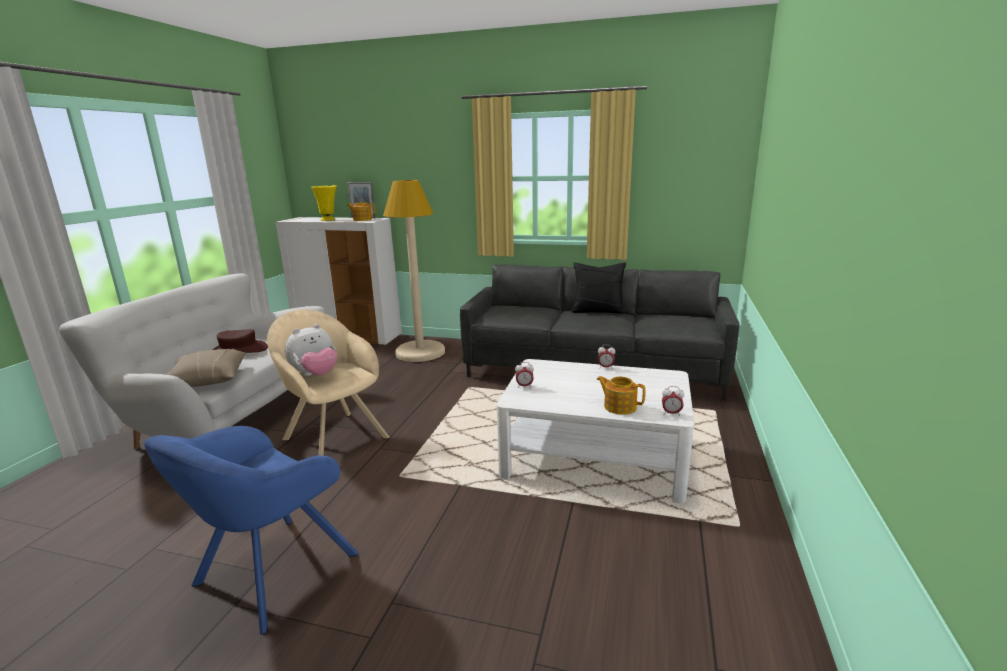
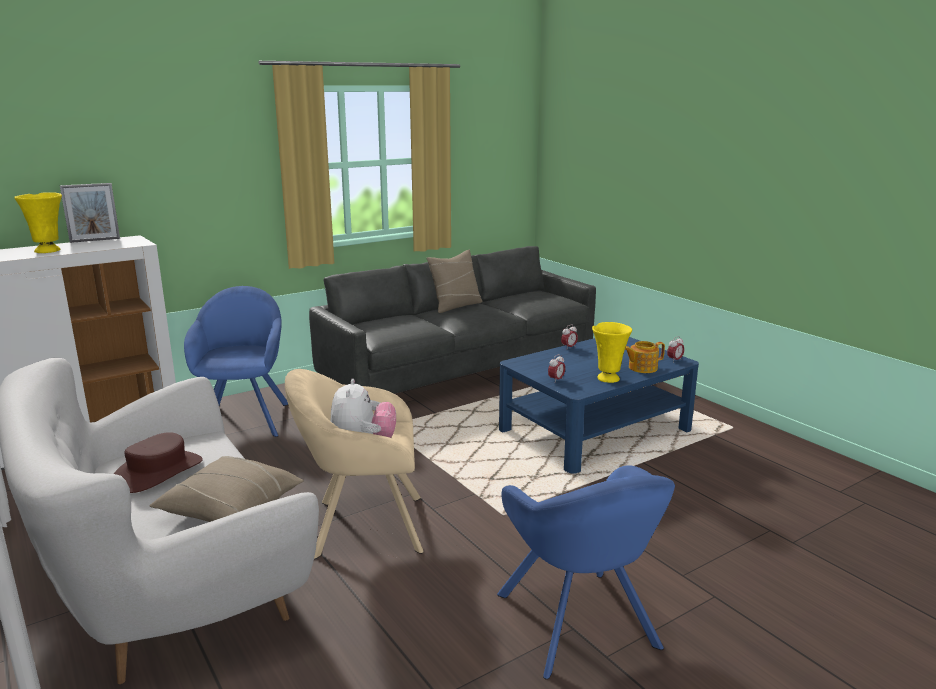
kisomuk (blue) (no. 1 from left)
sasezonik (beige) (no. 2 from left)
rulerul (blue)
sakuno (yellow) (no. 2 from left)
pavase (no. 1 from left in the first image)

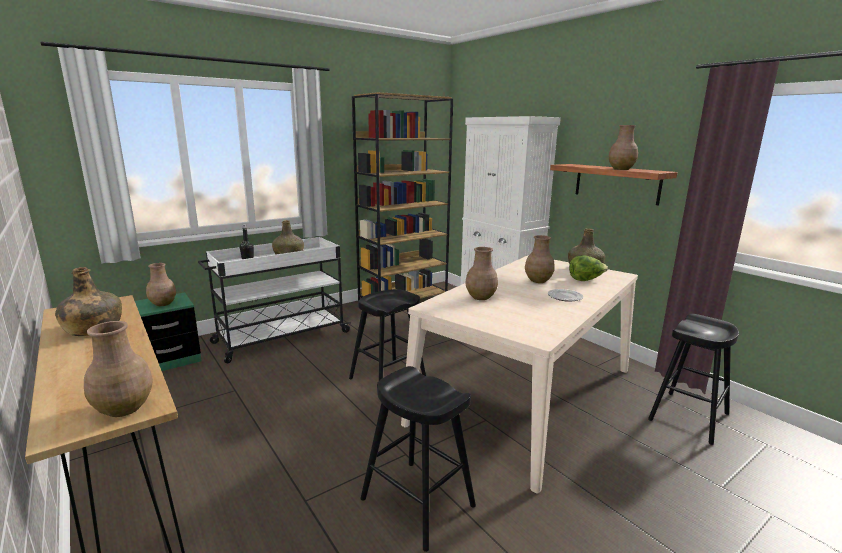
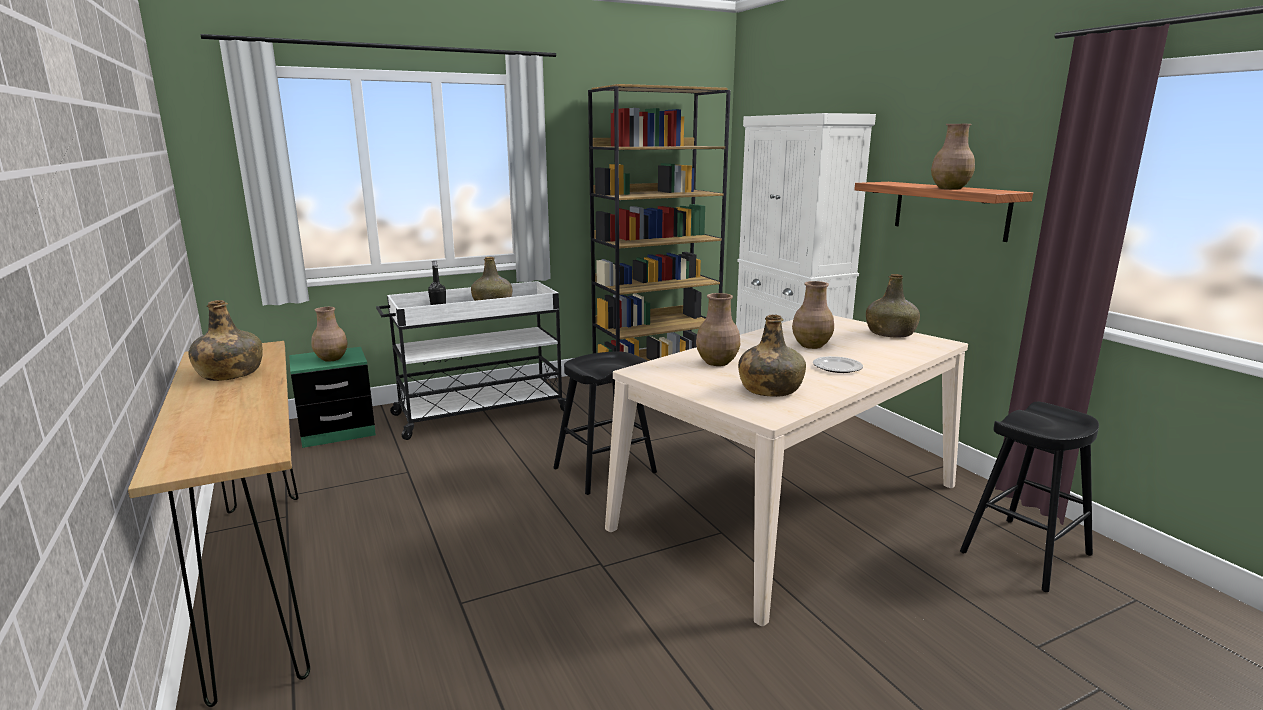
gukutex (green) (no. 3 from left)
sakuno (brown) (no. 1 from left in the first image)
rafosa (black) (no. 2 from left in the first image)
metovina

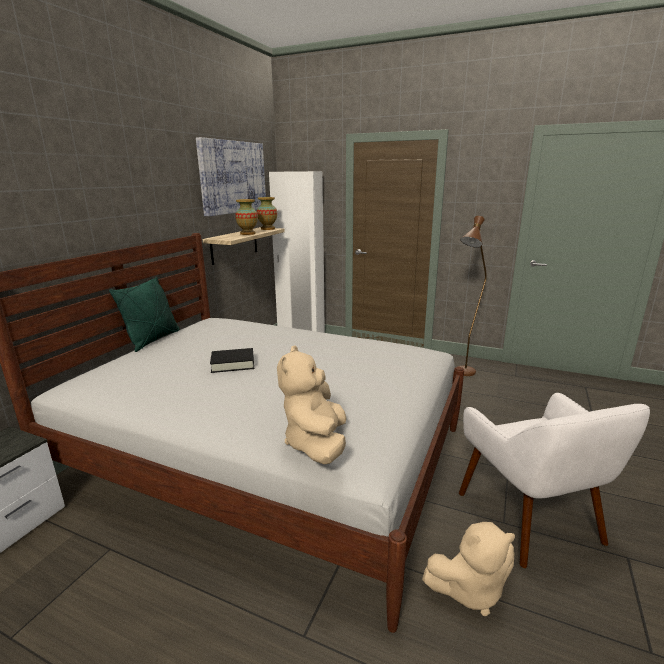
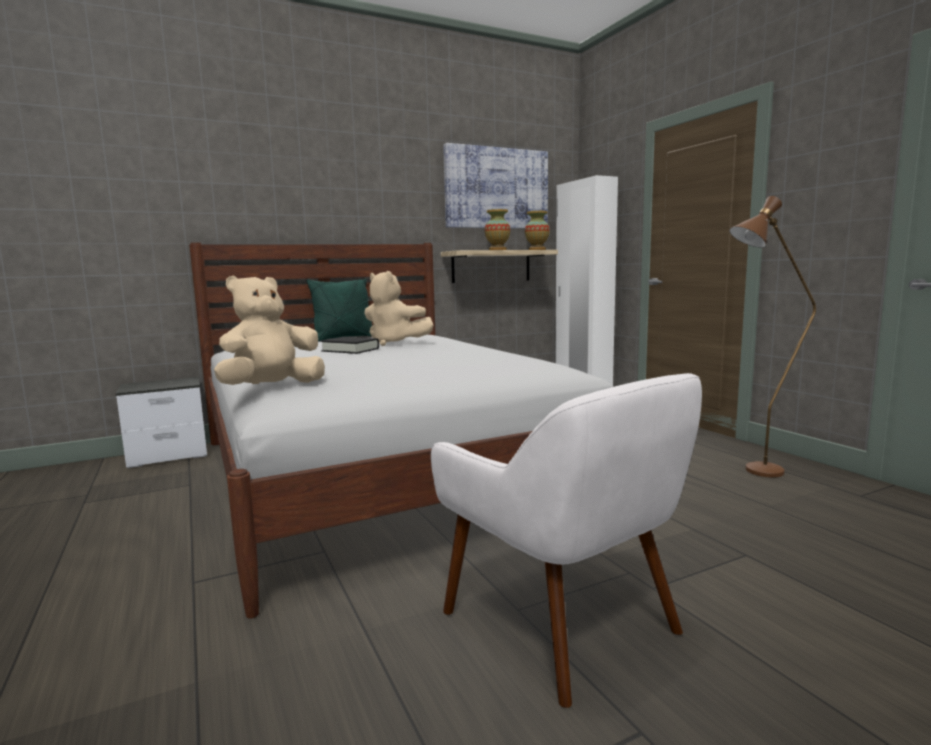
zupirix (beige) (no. 2 from left)
kisomuk (white)

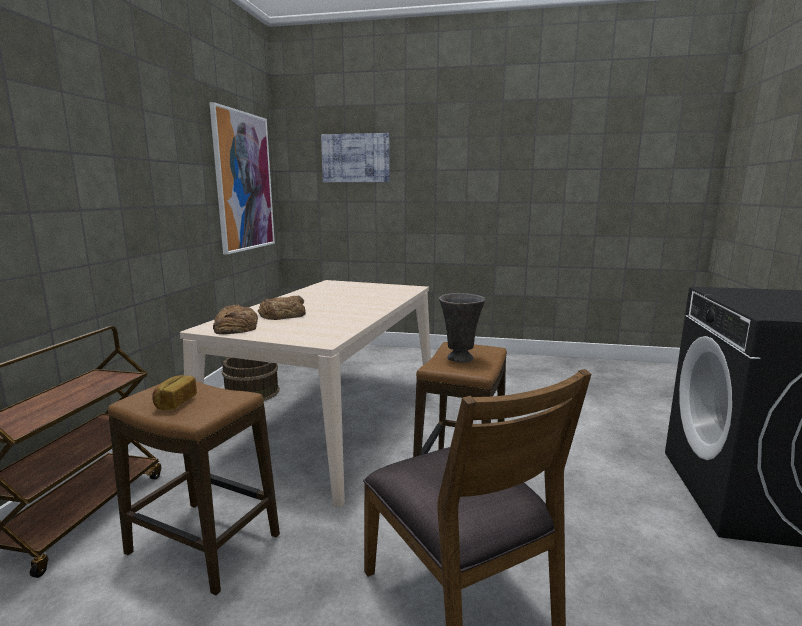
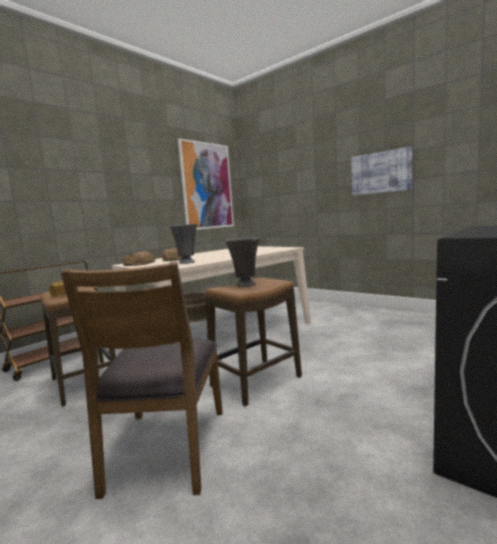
sakuno (grey) (no. 1 from left)
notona (no. 2 from left)

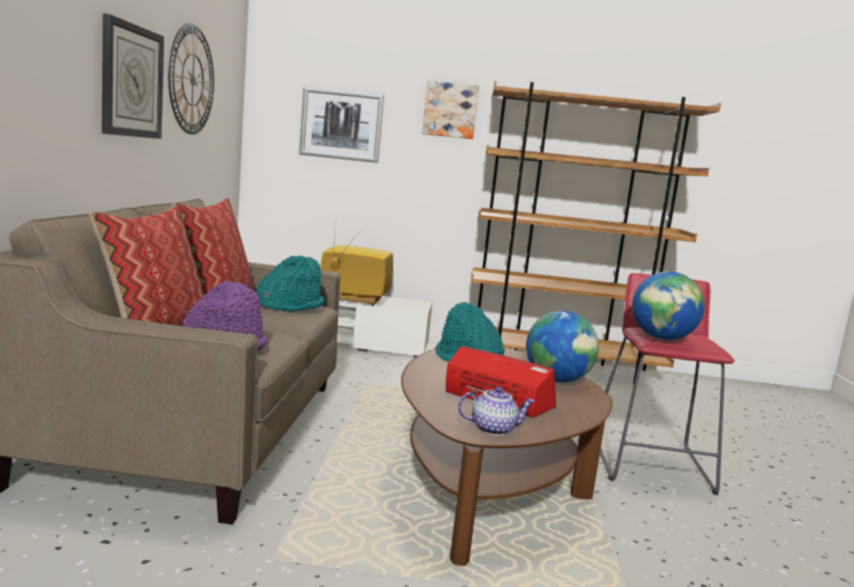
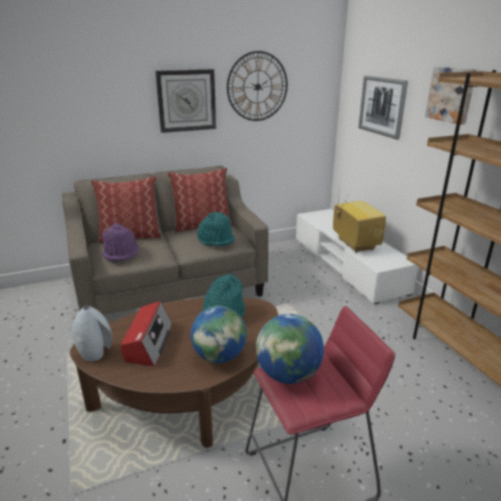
sakuno (grey)

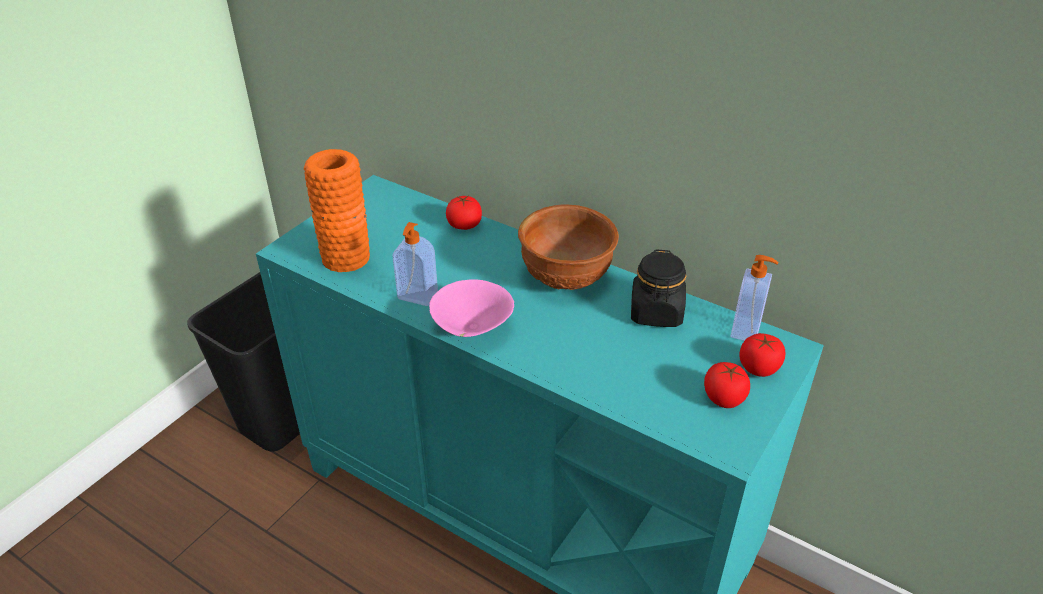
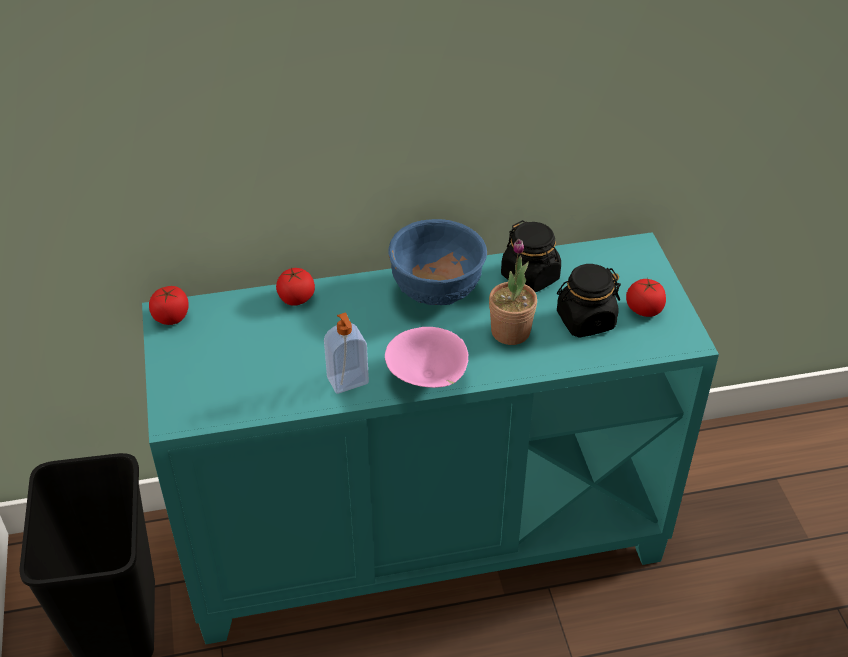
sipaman (no. 1 from left)
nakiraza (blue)
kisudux
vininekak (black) (no. 2 from left)
sakuno (orange)
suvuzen (no. 2 from left in the first image)

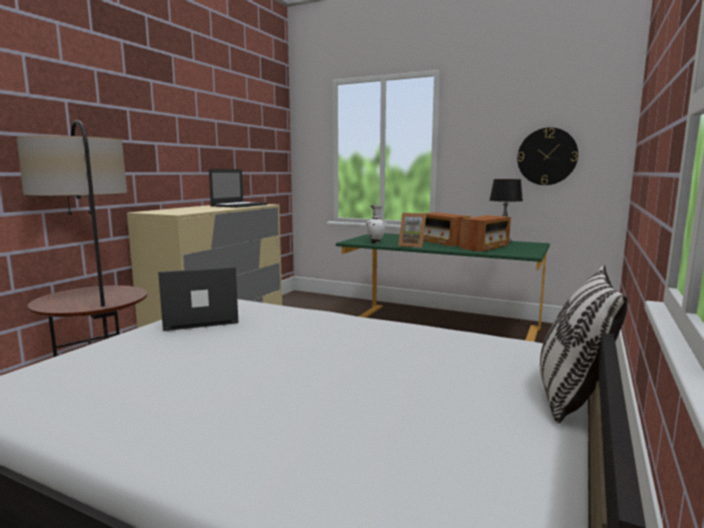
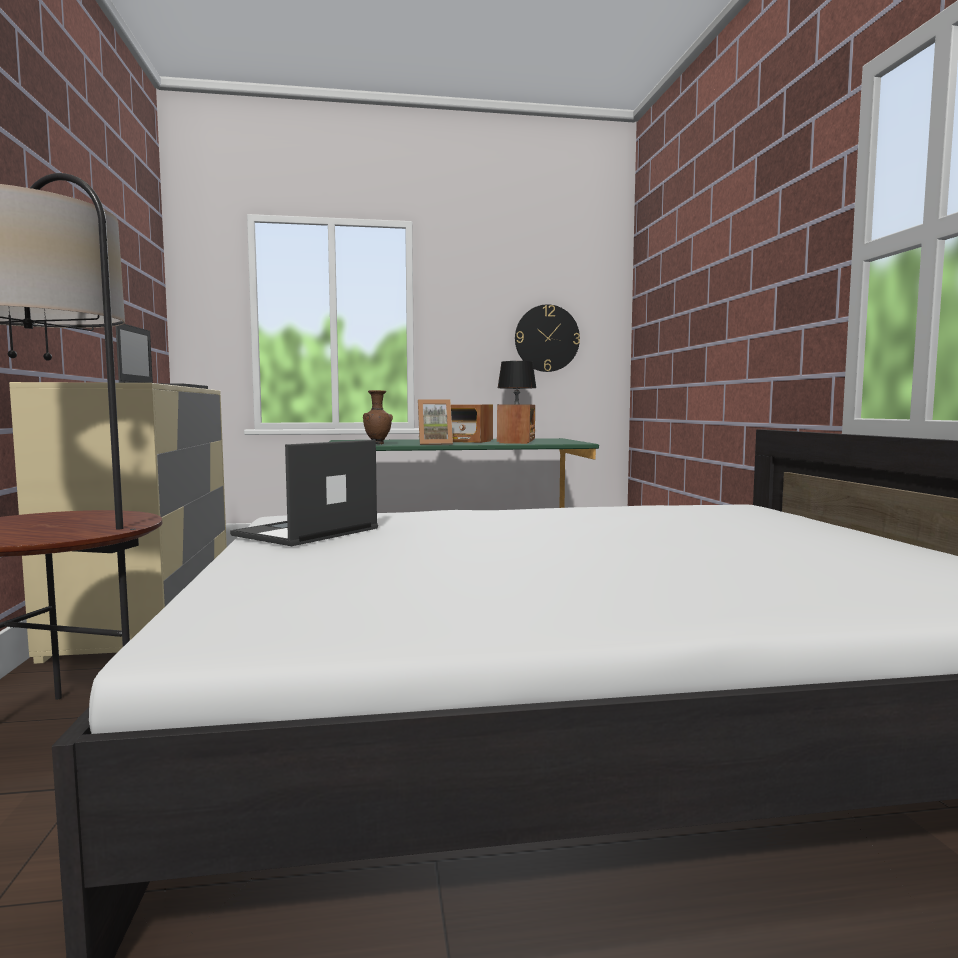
sakuno (brown)
sasezonik

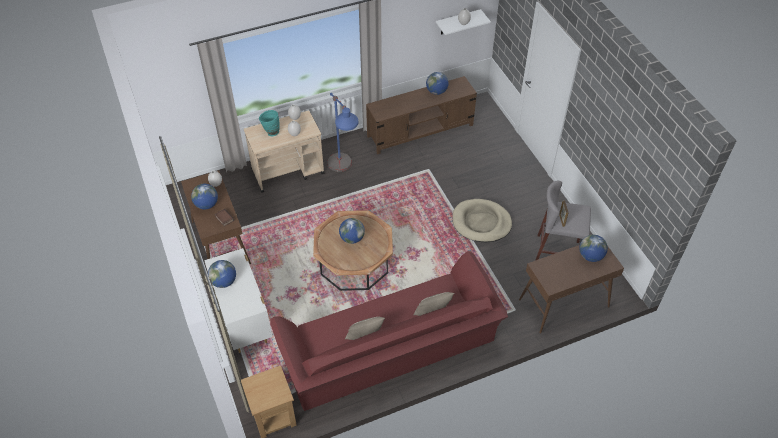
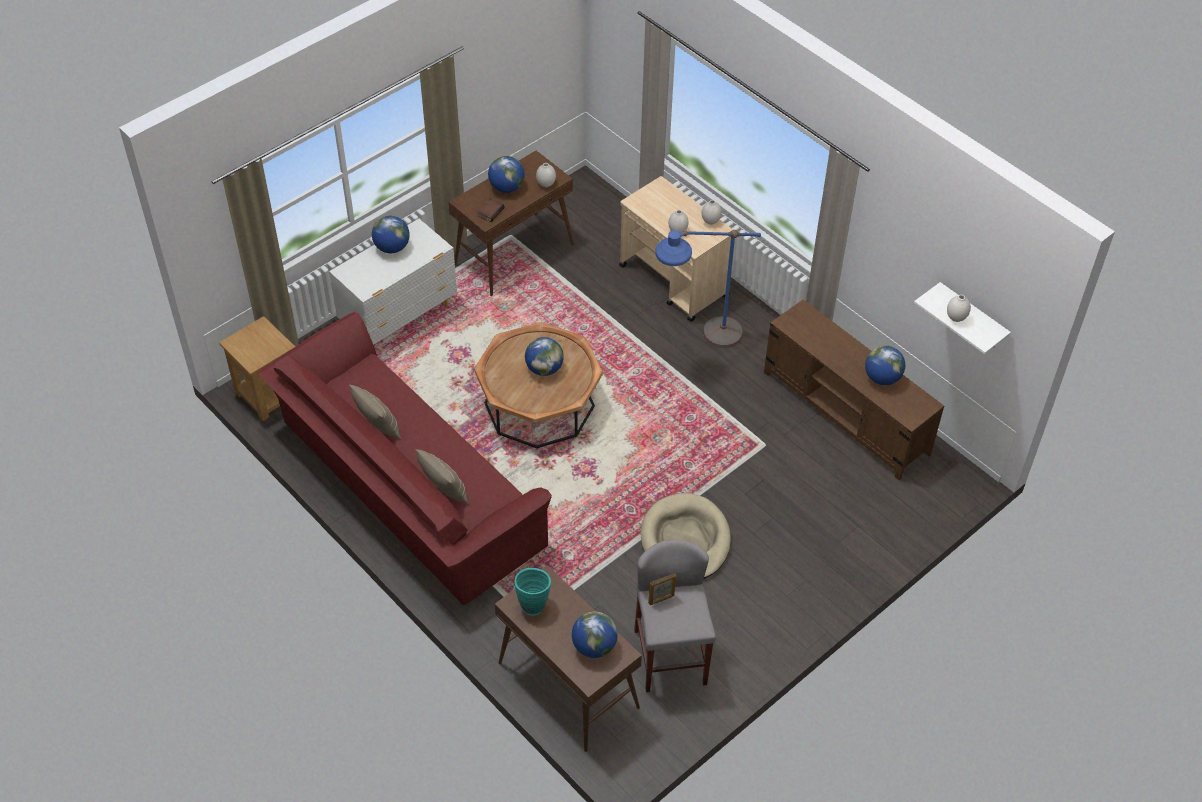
sakuno (turquoise)

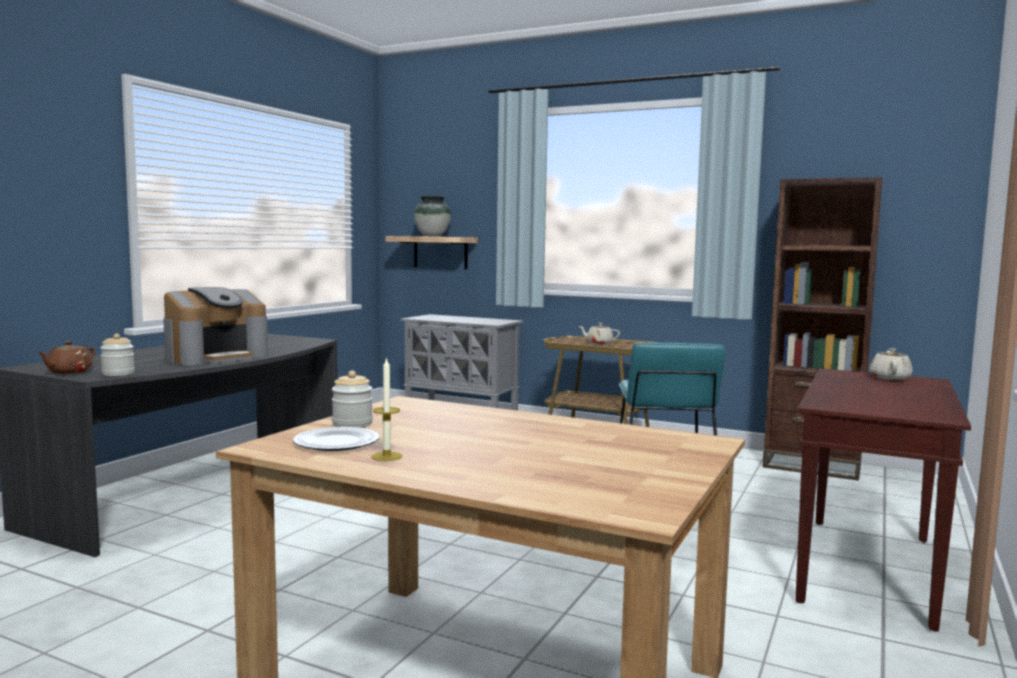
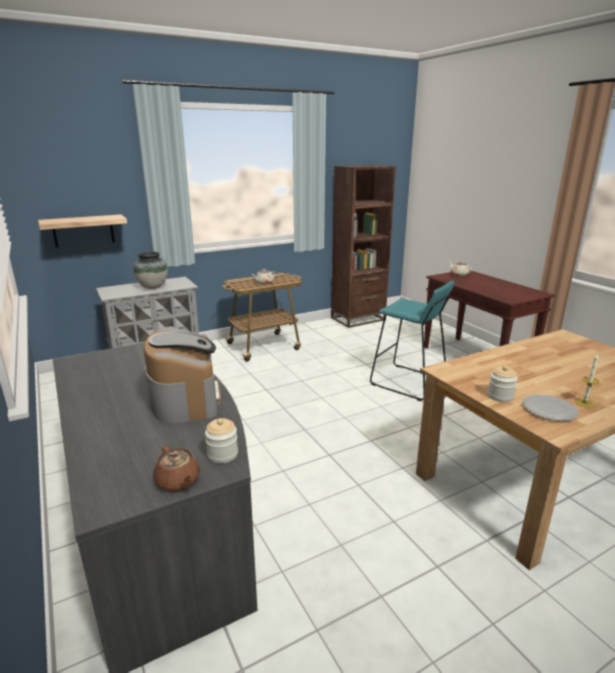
sakuno

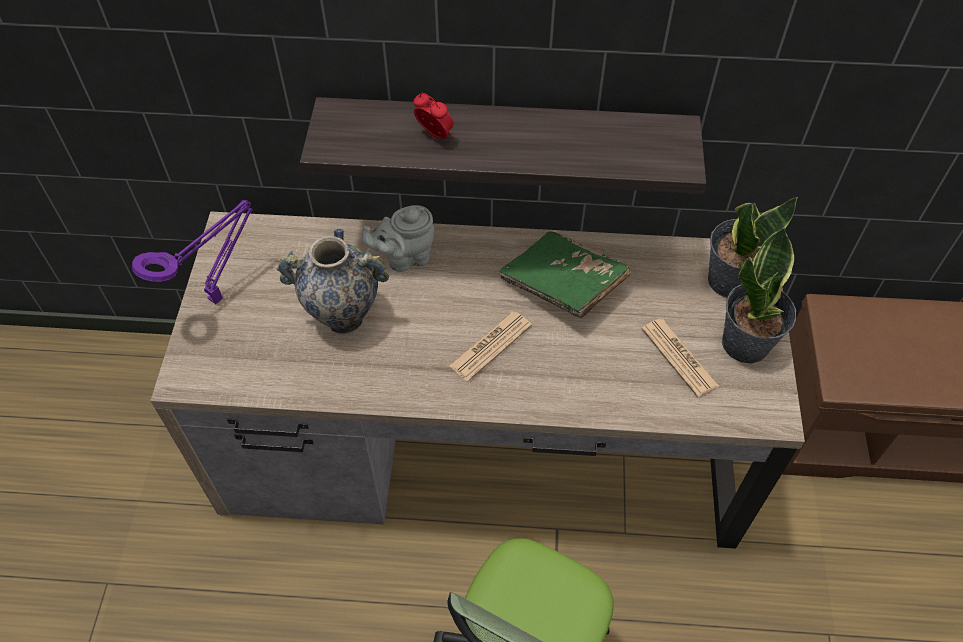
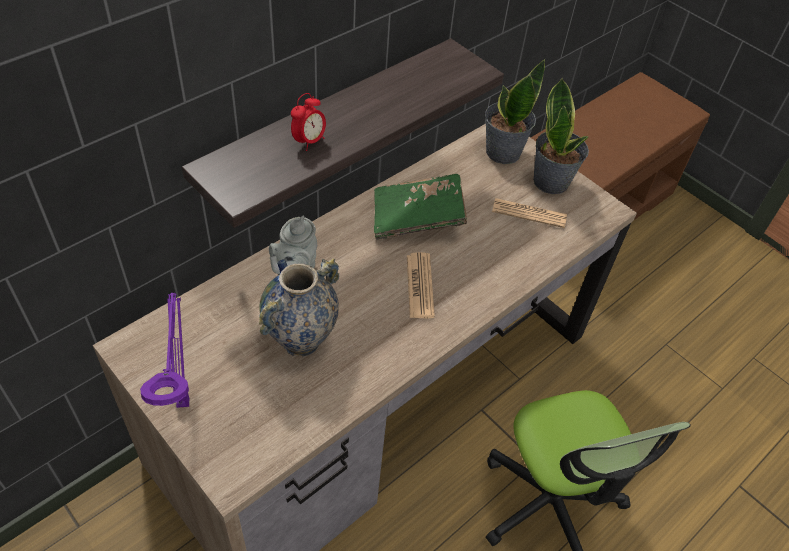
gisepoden

